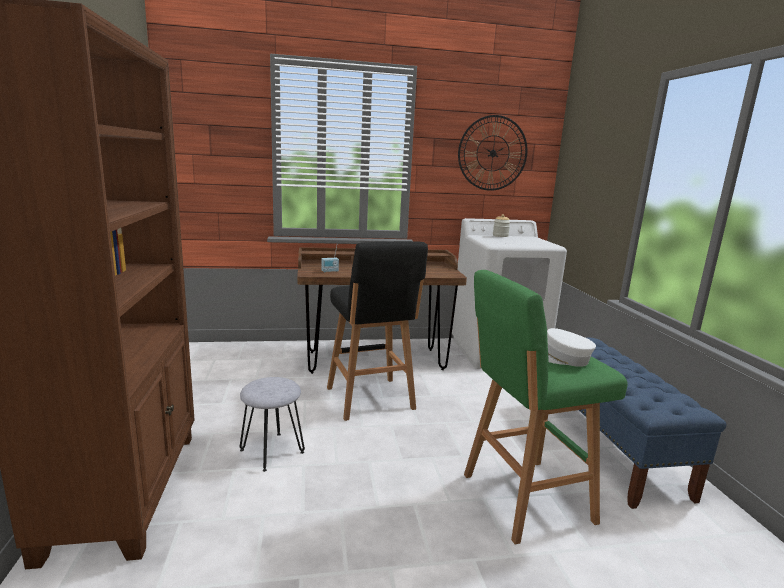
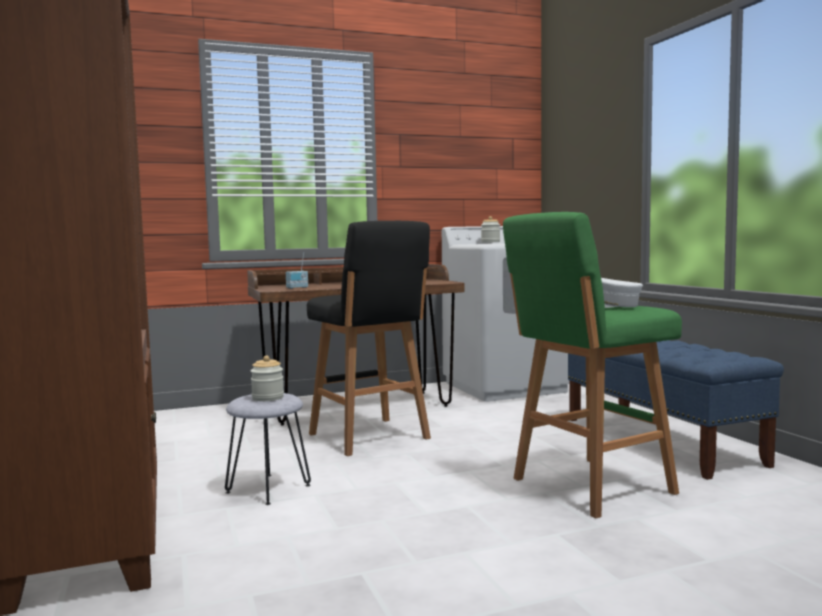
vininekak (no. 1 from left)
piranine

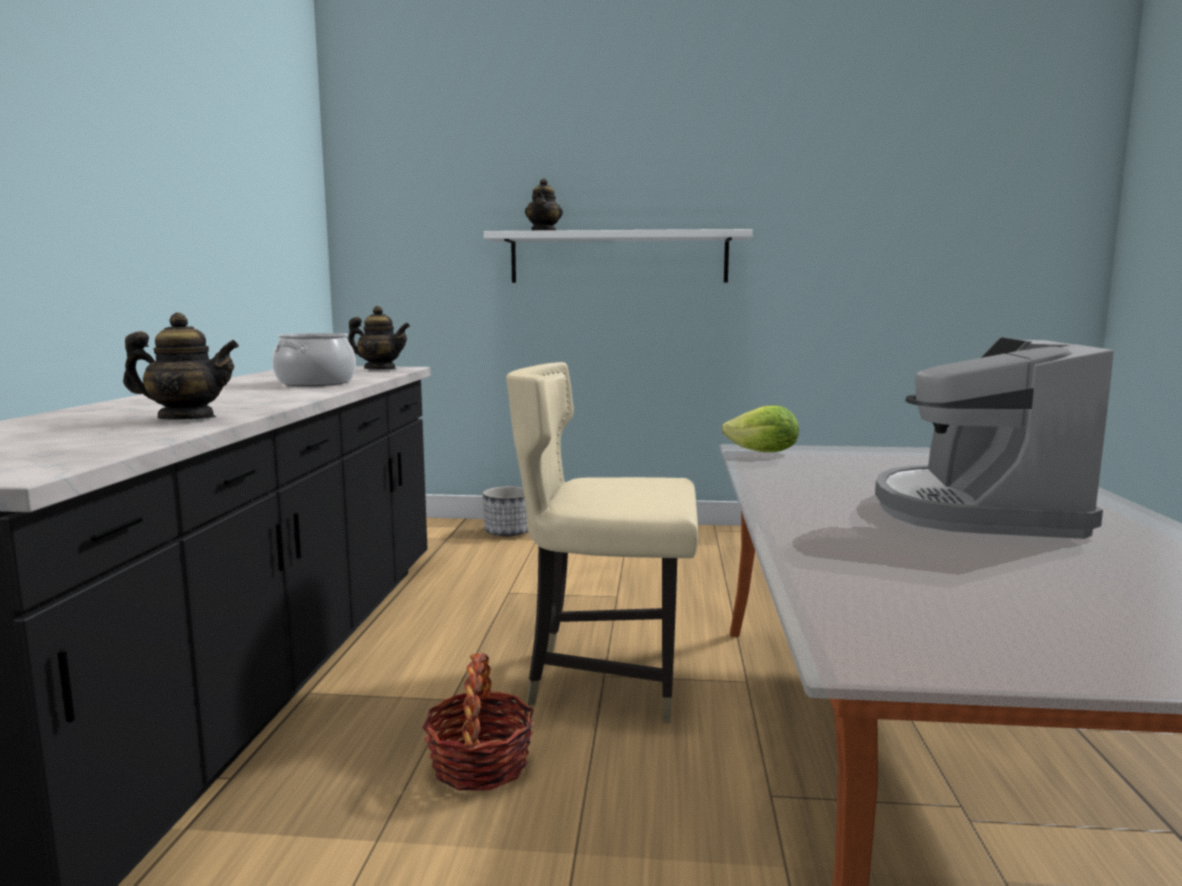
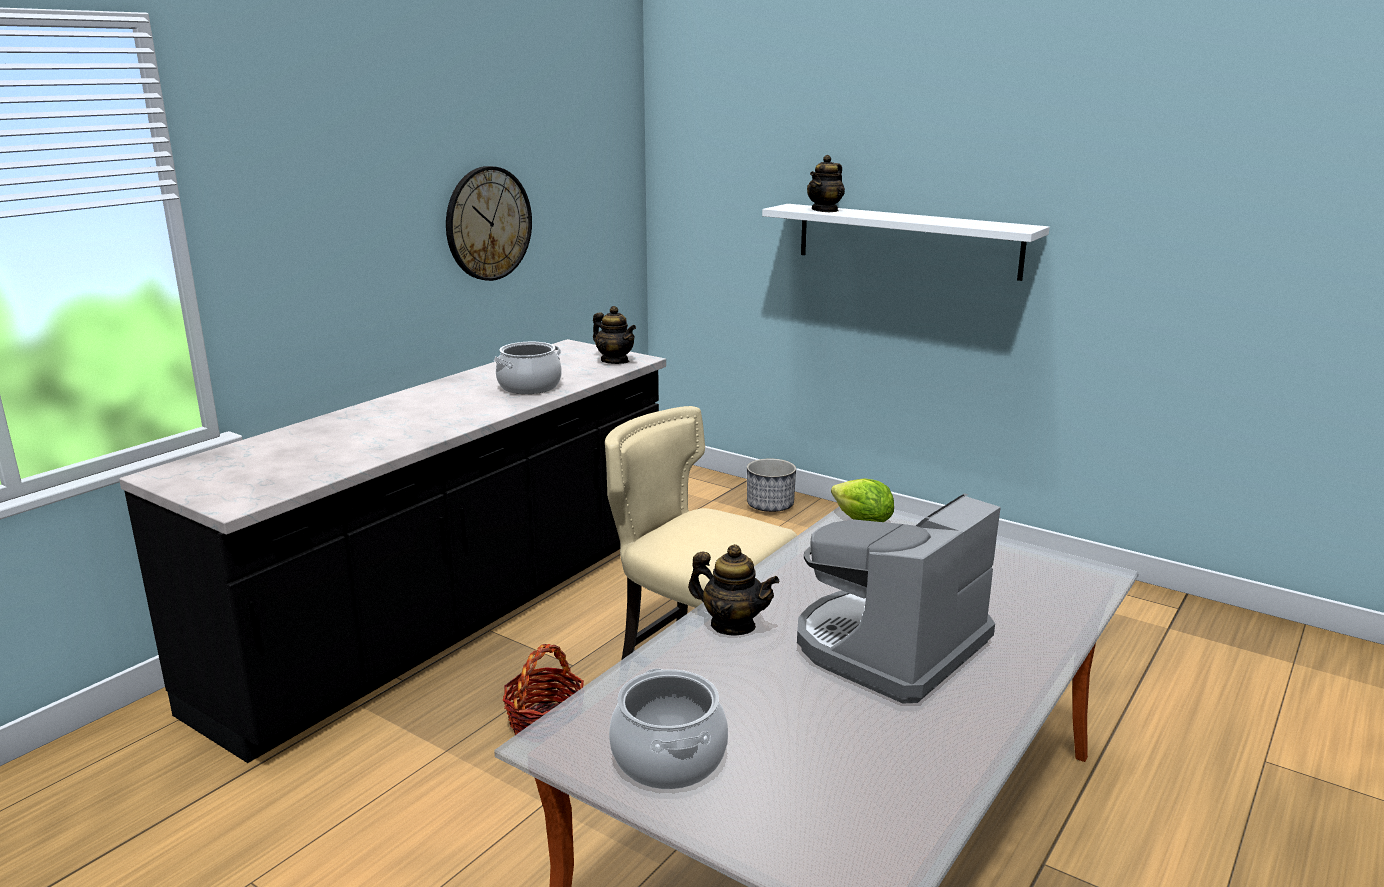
piranine
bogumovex (no. 2 from left)
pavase (no. 2 from left)

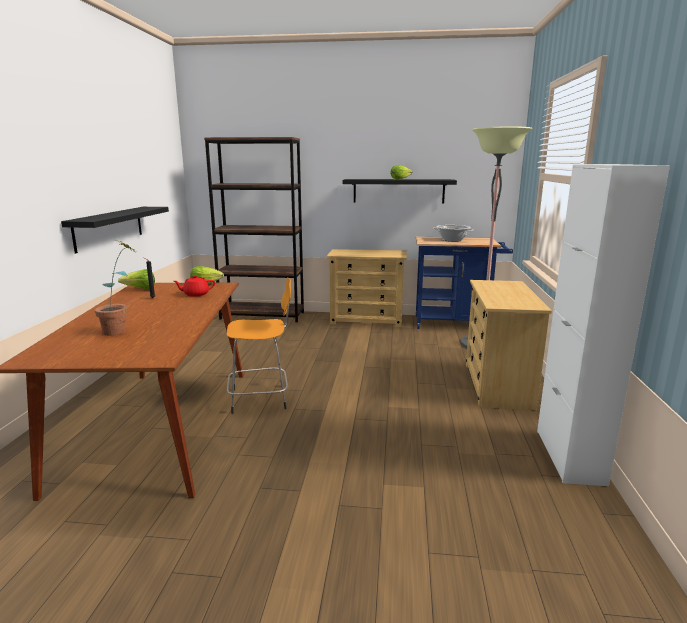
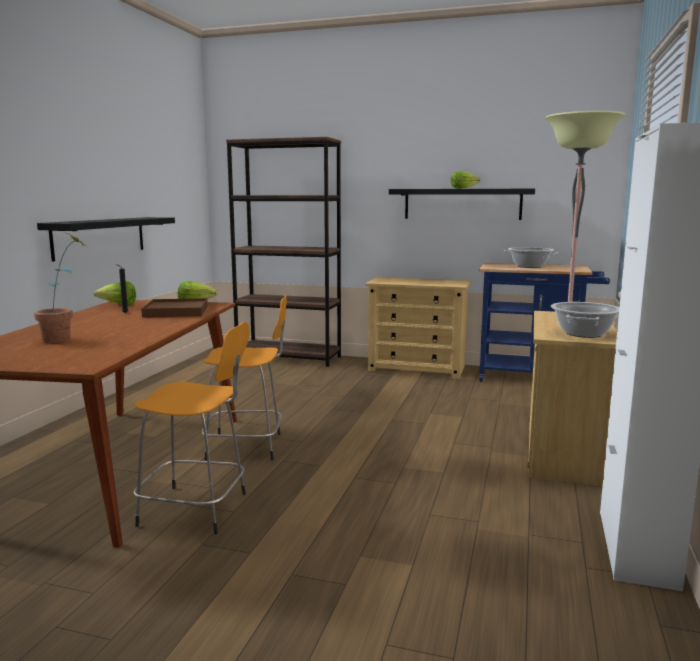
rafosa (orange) (no. 1 from left)
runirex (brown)
bogumovex (no. 2 from left)

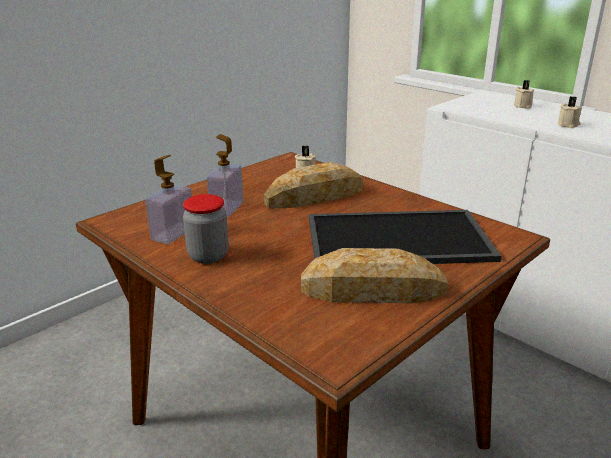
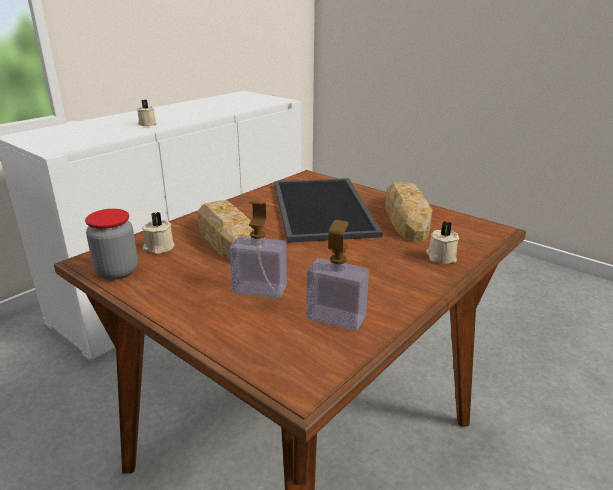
vininekak
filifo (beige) (no. 3 from left)

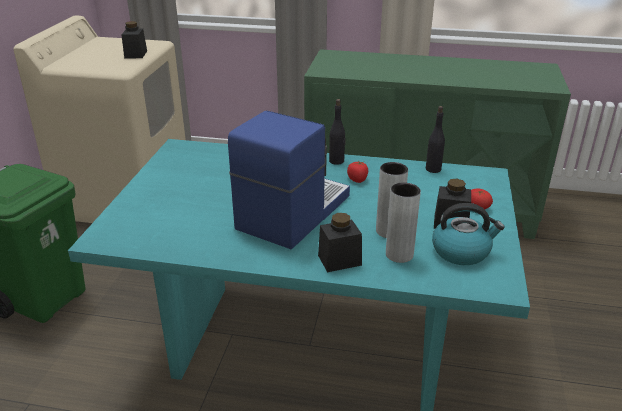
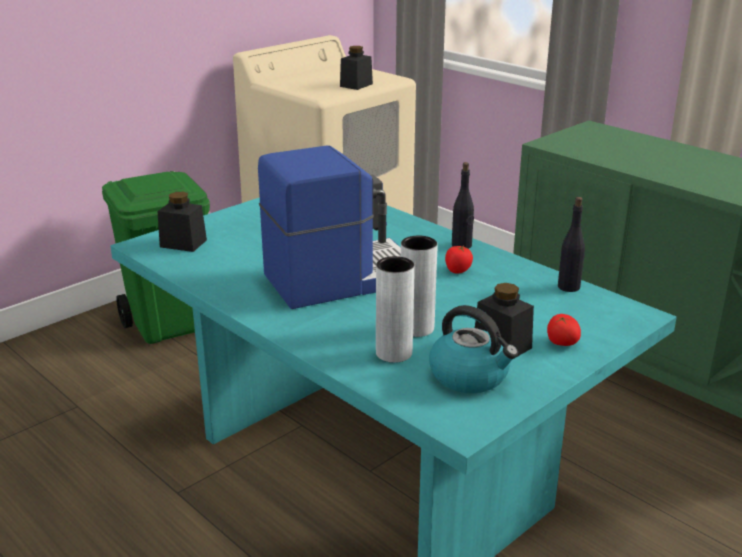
vininekak (black) (no. 1 from left)

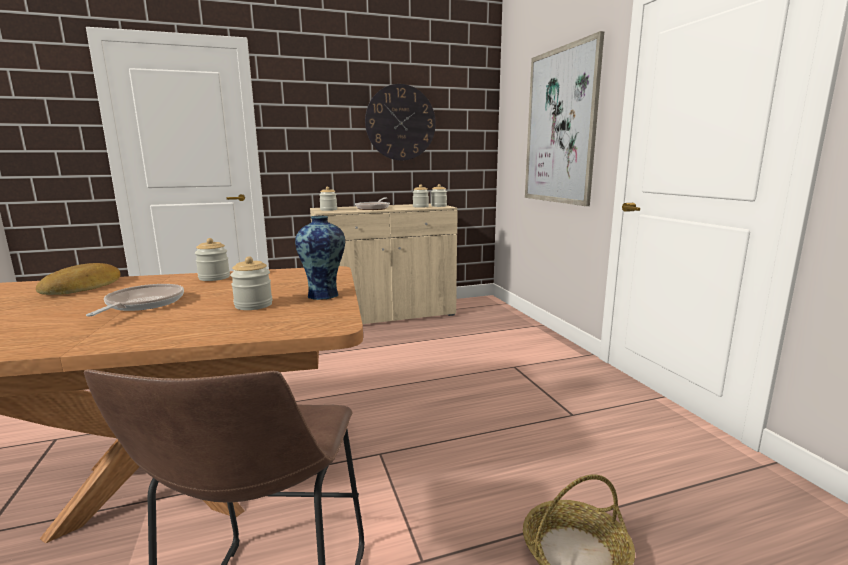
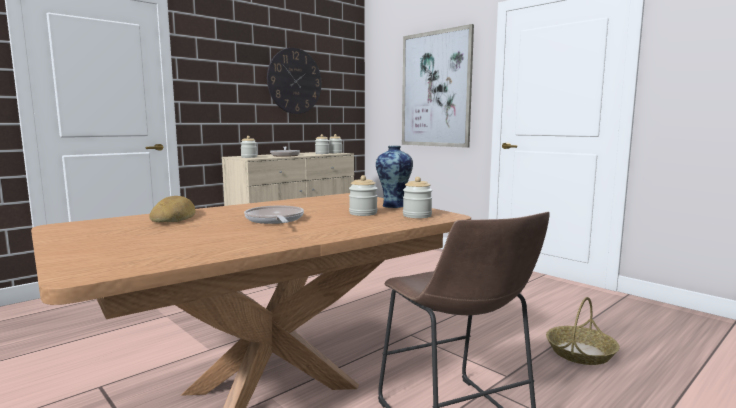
vininekak (no. 5 from left)

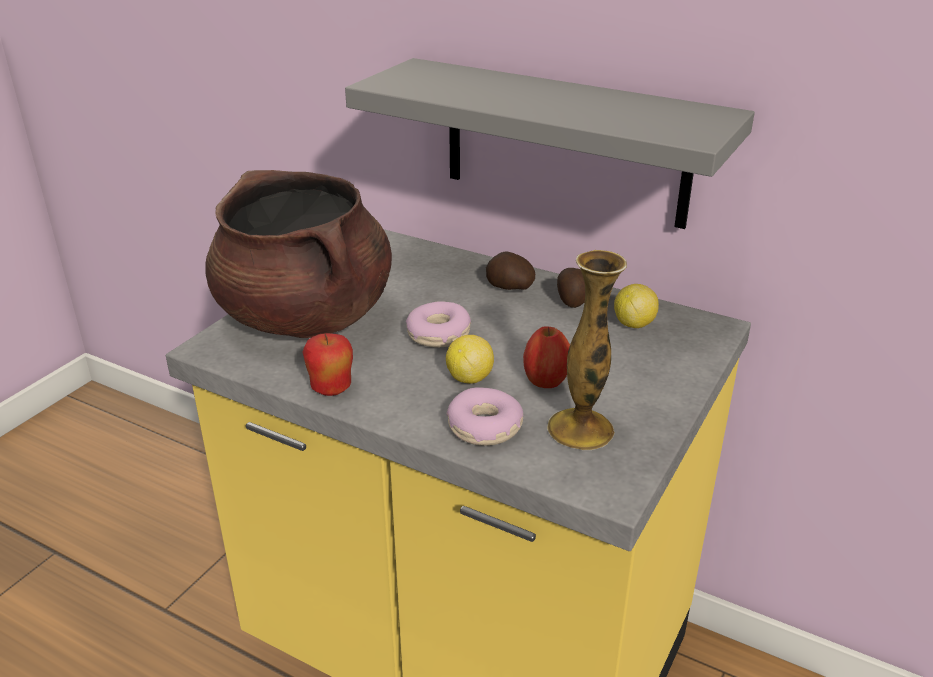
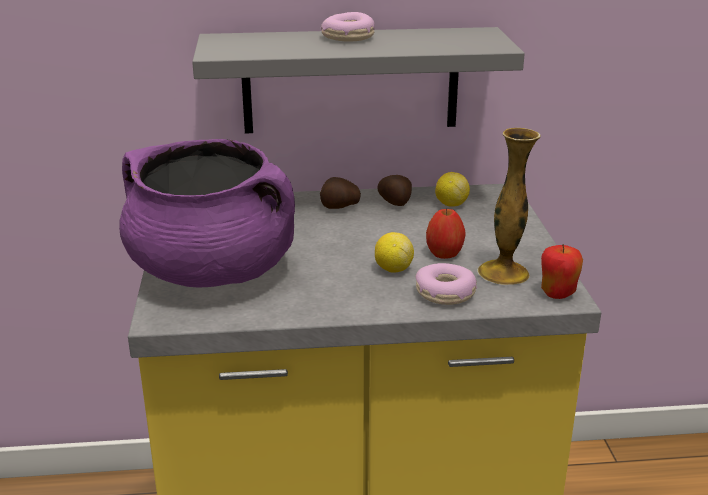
bogumovex (purple)
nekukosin (no. 1 from left)
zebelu (no. 2 from left)

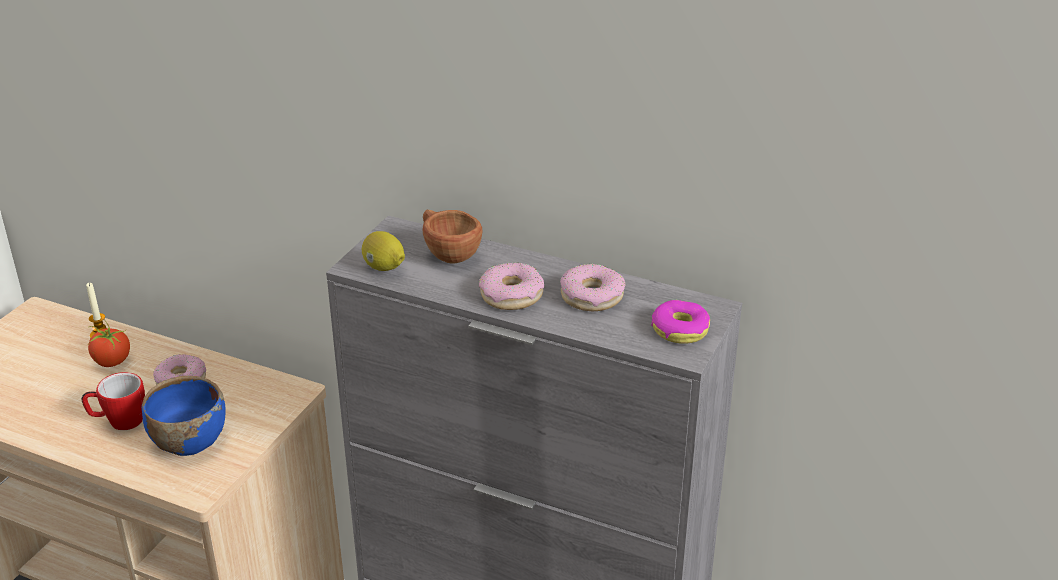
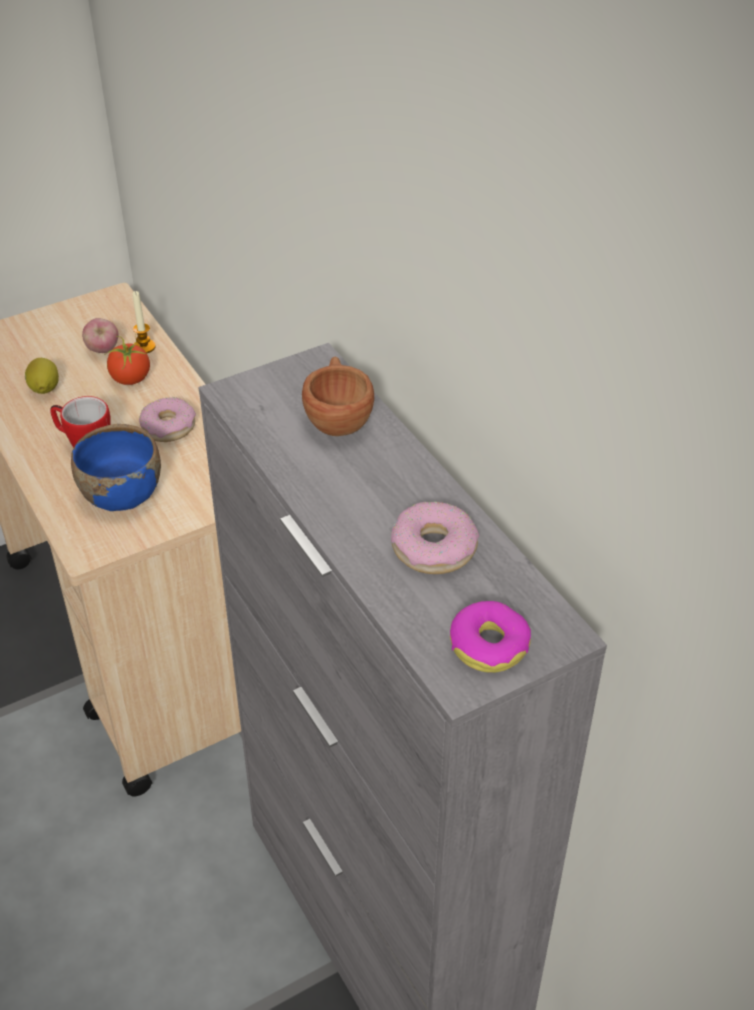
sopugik
zebelu
nekukosin (no. 2 from left in the first image)

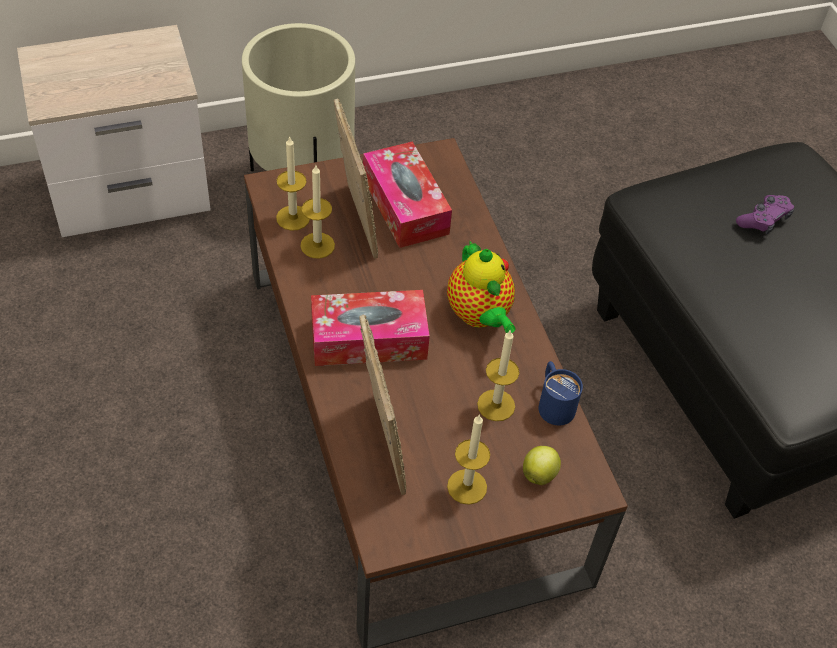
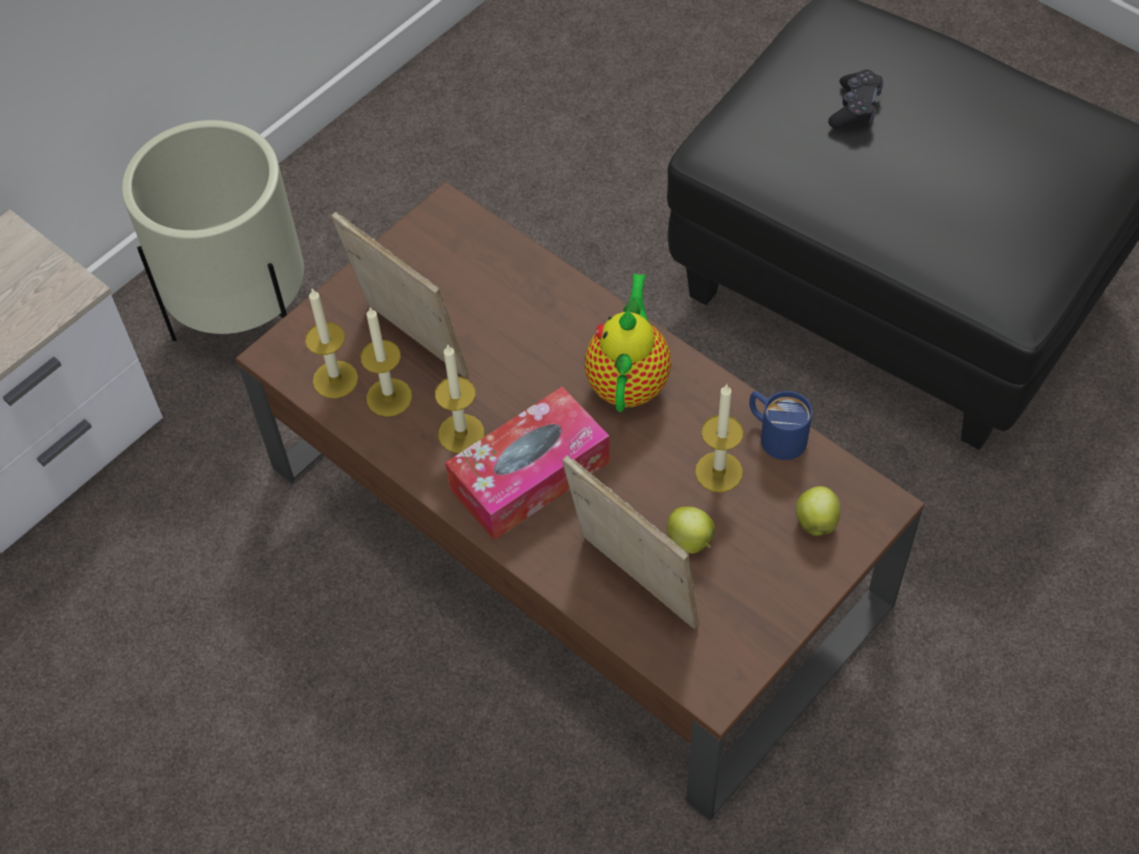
filifo (no. 3 from left)
pavase
zebelu (no. 1 from left)
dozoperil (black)
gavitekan (no. 2 from left in the first image)

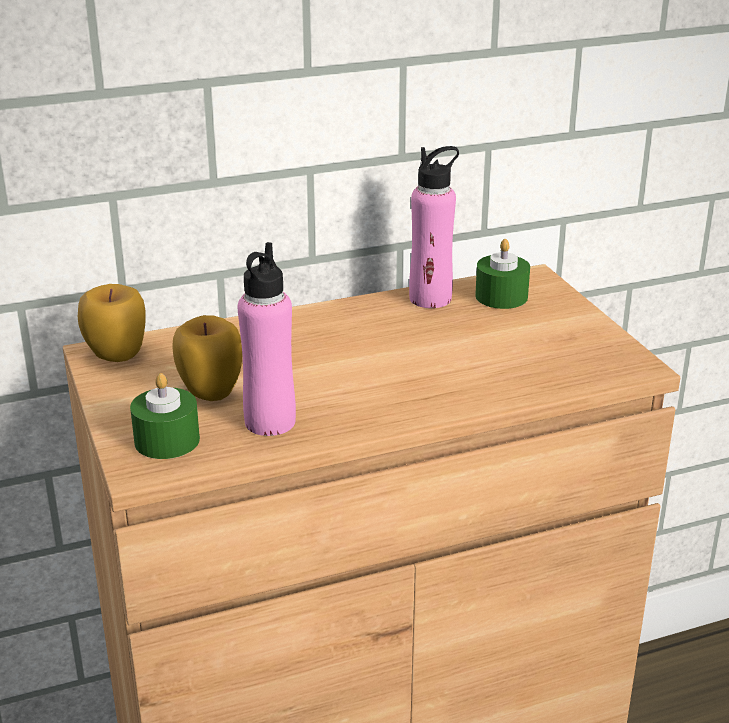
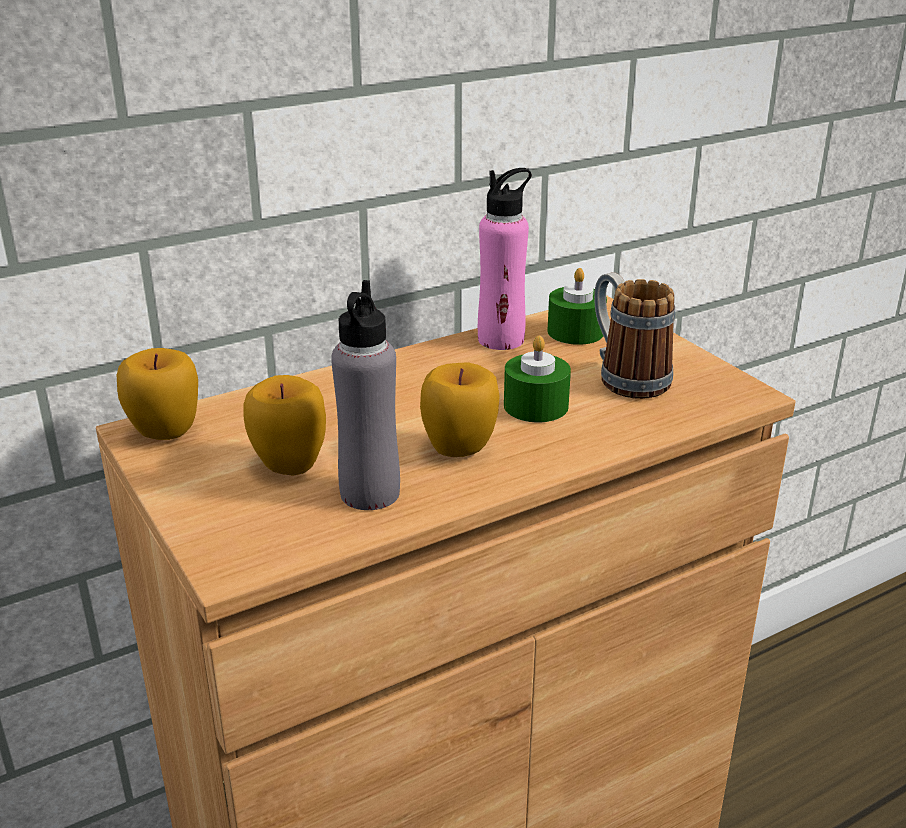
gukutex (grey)
zebelu (no. 3 from left)
filifo (green) (no. 1 from left)
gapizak

